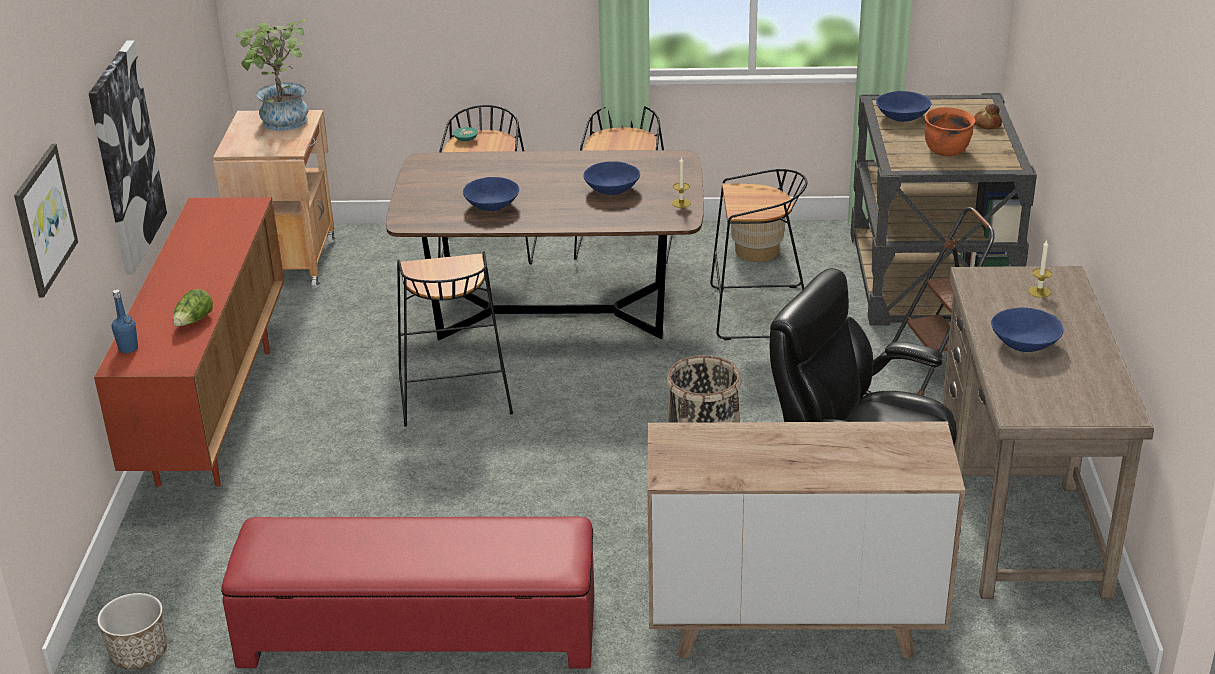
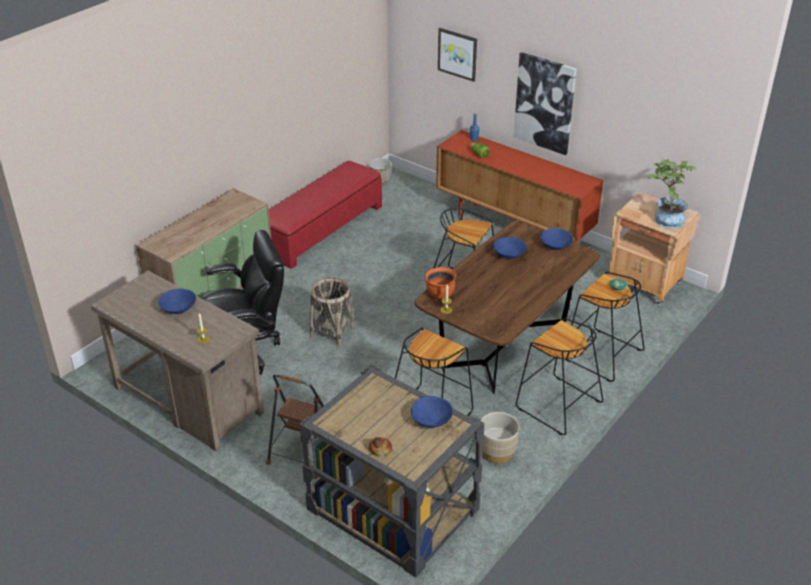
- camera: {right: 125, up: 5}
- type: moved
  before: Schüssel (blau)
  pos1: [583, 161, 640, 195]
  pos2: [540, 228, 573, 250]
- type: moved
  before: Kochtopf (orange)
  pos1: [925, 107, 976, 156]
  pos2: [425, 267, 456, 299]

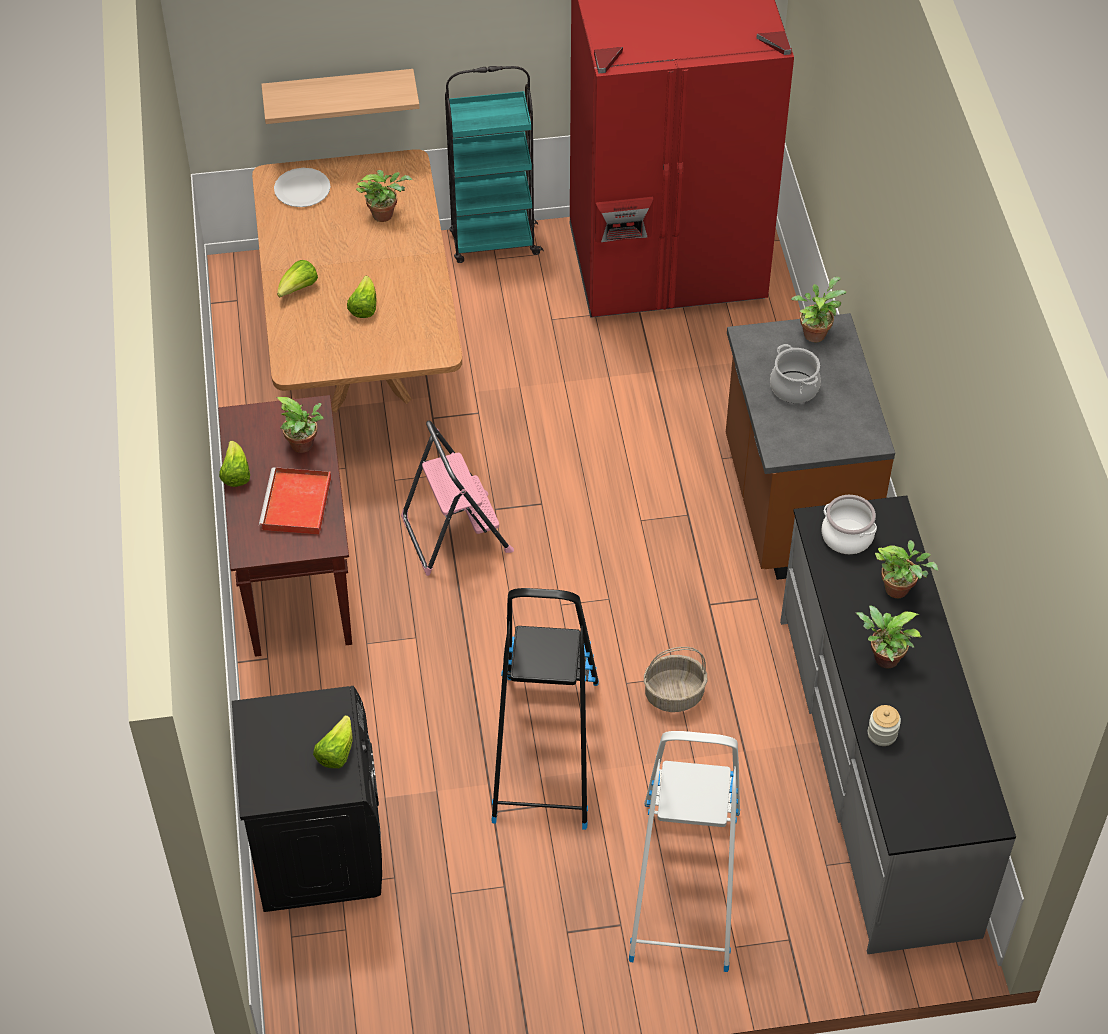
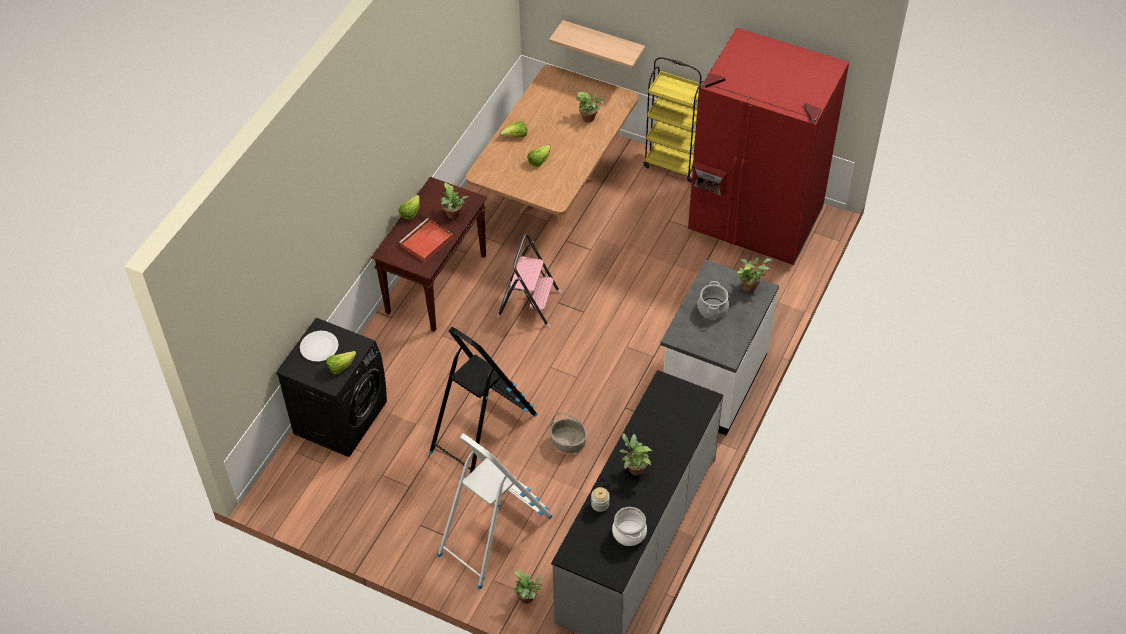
- camera: {right: 35, up: 0}
- type: moved
  before: Teller (weiß)
  pos1: [274, 168, 330, 207]
  pos2: [300, 331, 339, 362]
- type: moved
  before: Kochtopf
  pos1: [822, 495, 877, 554]
  pos2: [612, 507, 647, 546]
- type: moved
  before: Topfpflanze
  pos1: [875, 540, 938, 598]
  pos2: [514, 570, 542, 603]
- type: recoloured
  before: Rollwagen (türkis)
  after: Rollwagen (gelb)
  pos1: [445, 66, 544, 263]
  pos2: [644, 57, 703, 183]
- type: recoloured
  before: Küchenzeile (braun)
  after: Küchenzeile (weiß)
  pos1: [726, 313, 895, 580]
  pos2: [660, 260, 779, 436]

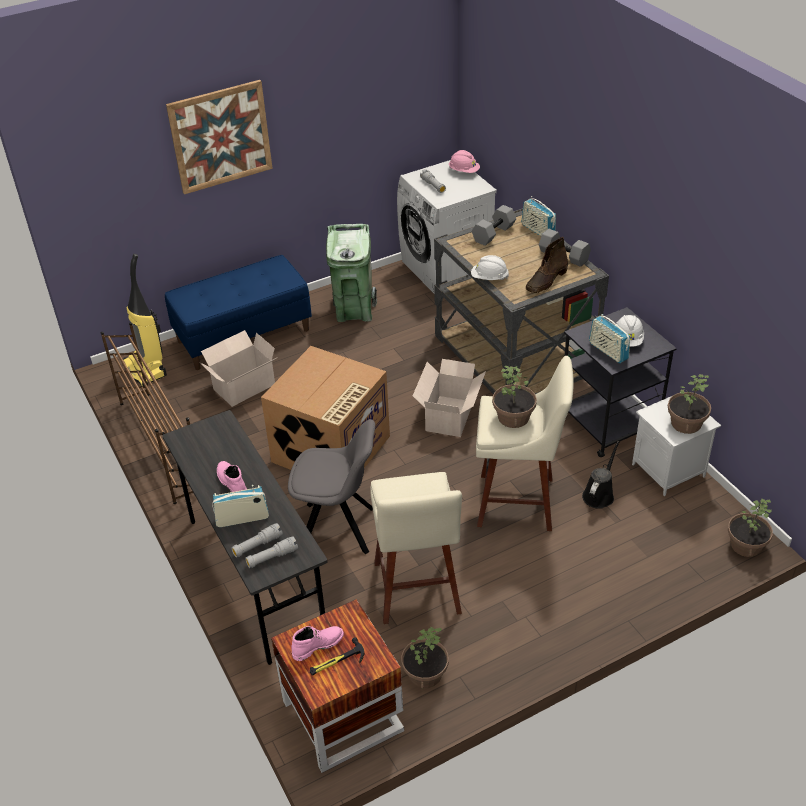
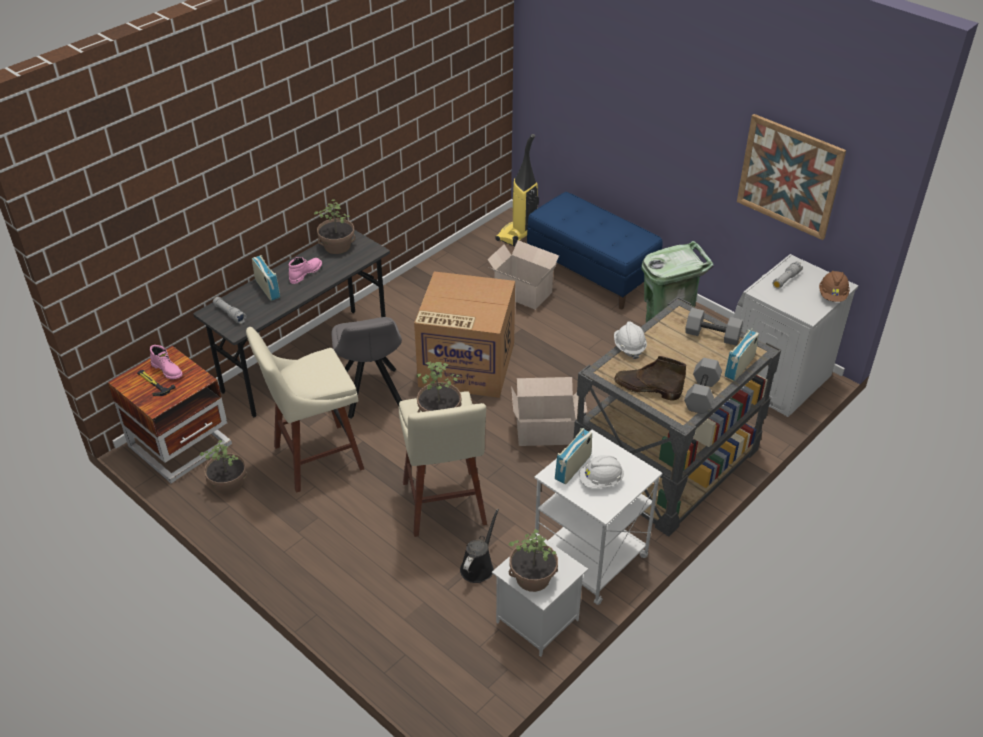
- camera: {right: 70, up: 0}
- type: removed
  before: Schuhregal (braun)
  pos1: [101, 322, 193, 504]
- type: removed
  before: Taschenlampe (grau)
  pos1: [231, 523, 283, 558]
- type: moved
  before: Bild
  pos1: [166, 80, 273, 194]
  pos2: [737, 114, 846, 240]
- type: moved
  before: Topfpflanze
  pos1: [728, 498, 773, 557]
  pos2: [314, 199, 356, 254]
- type: recoloured
  before: Schutzhelm (rosa)
  after: Schutzhelm (braun)
  pos1: [449, 150, 480, 173]
  pos2: [819, 271, 850, 302]
- type: recoloured
  before: Rollwagen (schwarz)
  after: Rollwagen (weiß)
  pos1: [564, 307, 677, 457]
  pos2: [534, 430, 662, 605]
- type: turned
  before: Gießkanne (schwarz)
  pos1: [582, 441, 619, 509]
  pos2: [460, 509, 499, 583]
  turn: -75

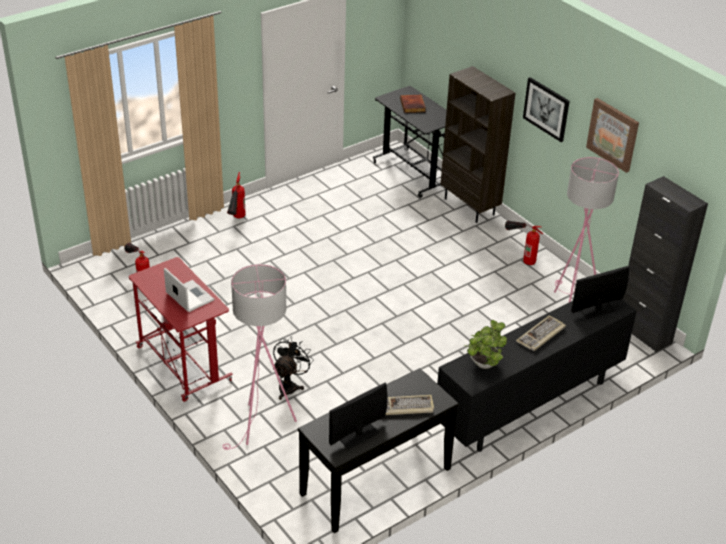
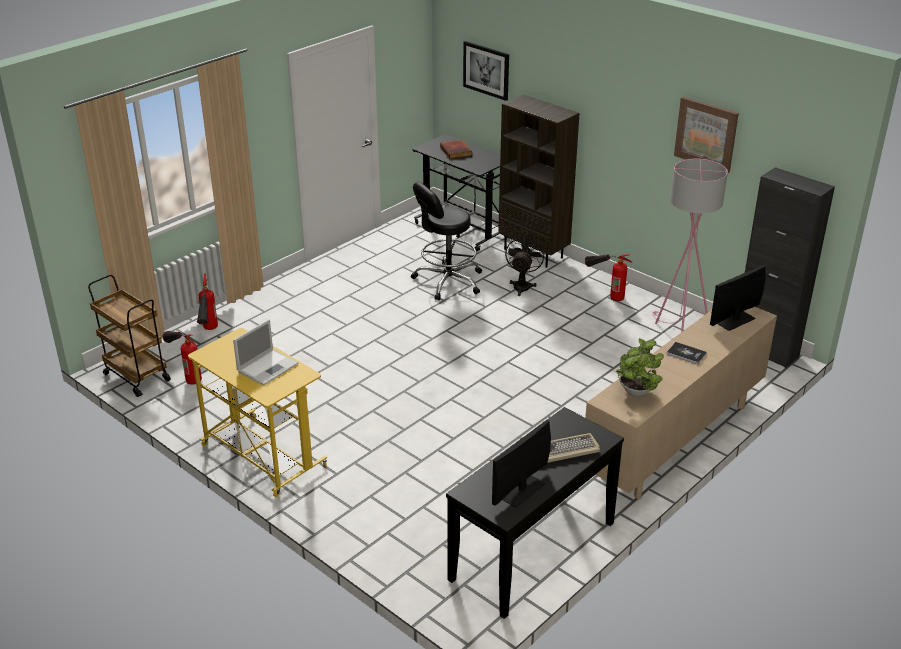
- camera: {right: -10, up: -5}
- type: removed
  before: Stehlampe (rosa)
  pos1: [223, 264, 297, 450]
- type: added
  after: Rollwagen (braun)
  pos2: [88, 275, 171, 397]
- type: added
  after: Hocker (schwarz)
  pos2: [411, 182, 482, 300]
- type: moved
  before: Feuerlöscher
  pos1: [227, 172, 246, 219]
  pos2: [197, 273, 218, 330]
- type: moved
  before: Ventilator (schwarz)
  pos1: [273, 337, 314, 400]
  pos2: [505, 235, 545, 296]
- type: moved
  before: Bild
  pos1: [523, 77, 569, 142]
  pos2: [463, 41, 509, 101]
- type: replaced
  before: Tastatur
  after: Buch
  pos1: [516, 315, 566, 351]
  pos2: [667, 342, 707, 364]
- type: recoloured
  before: Schreibtisch (rot)
  after: Schreibtisch (gelb)
  pos1: [129, 257, 233, 402]
  pos2: [188, 328, 327, 497]
- type: recoloured
  before: Schrank (schwarz)
  after: Schrank (beige)
  pos1: [437, 299, 637, 452]
  pos2: [585, 307, 777, 499]
- type: turned
  before: Laptop
  pos1: [164, 268, 214, 312]
  pos2: [233, 319, 298, 386]
  turn: 90

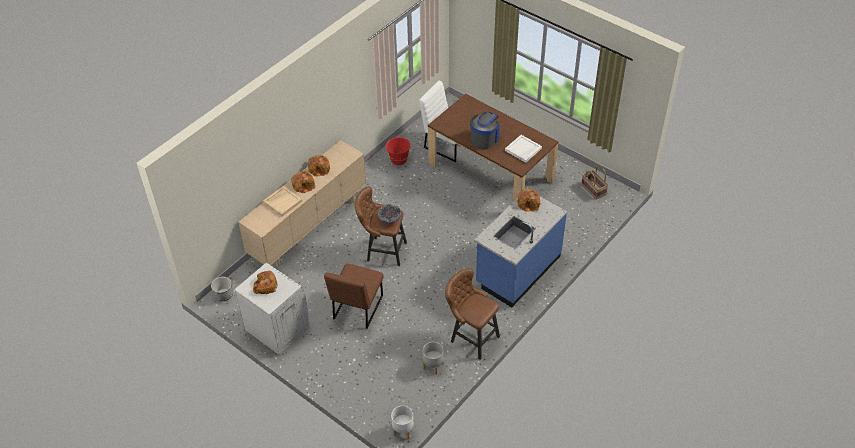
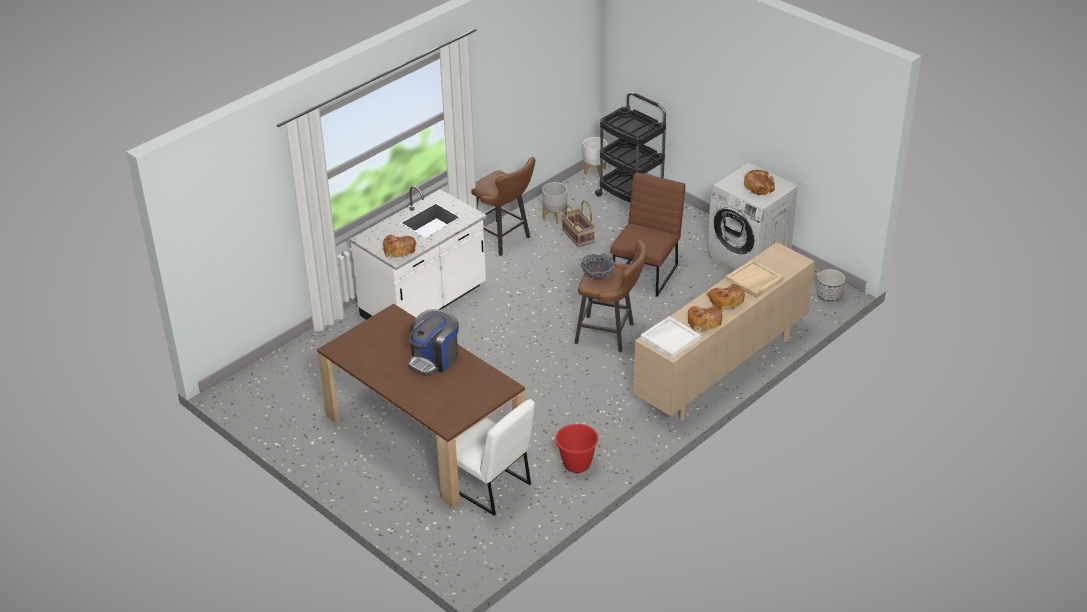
- camera: {right: -175, up: -10}
- type: added
  after: Rollwagen (schwarz)
  pos2: [595, 92, 666, 202]
- type: moved
  before: Tablett (weiß)
  pos1: [505, 135, 542, 163]
  pos2: [640, 316, 701, 359]
- type: moved
  before: Korb
  pos1: [581, 166, 609, 200]
  pos2: [562, 200, 595, 248]
- type: recoloured
  before: Küchenzeile (blau)
  after: Küchenzeile (weiß)
  pos1: [474, 189, 567, 307]
  pos2: [350, 186, 487, 320]

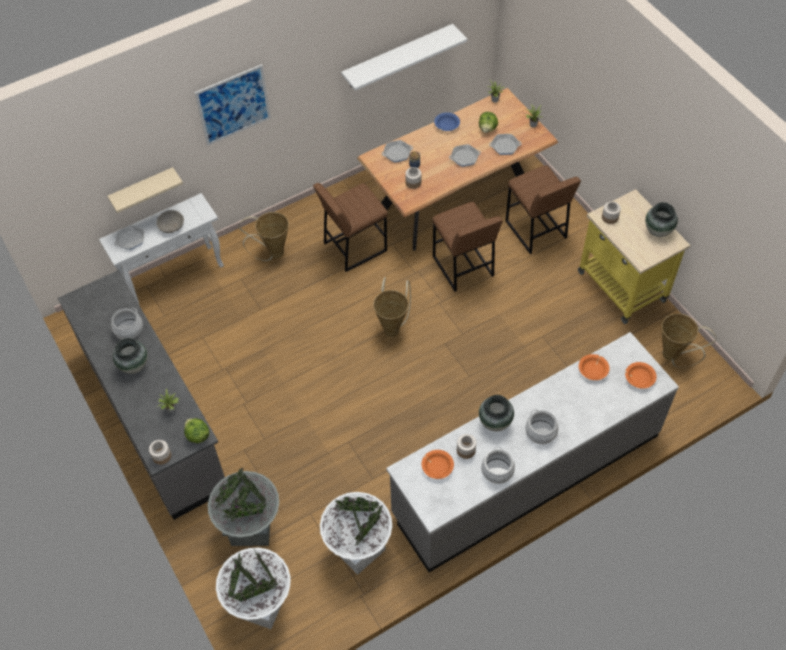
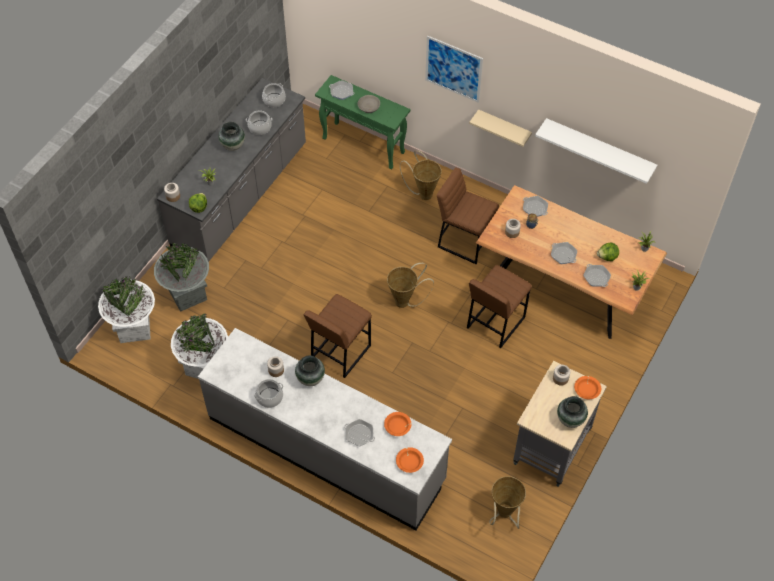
- camera: {right: 60, up: 0}
- type: removed
  before: Schüssel (blau)
  pos1: [434, 112, 460, 131]
- type: added
  after: Pfanne
  pos2: [344, 419, 375, 447]
- type: moved
  before: Wandregal (beige)
  pos1: [108, 167, 183, 213]
  pos2: [469, 109, 532, 147]
- type: moved
  before: Schüssel (orange)
  pos1: [421, 450, 454, 479]
  pos2: [574, 376, 601, 399]
- type: moved
  before: Stuhl (braun)
  pos1: [506, 165, 581, 254]
  pos2: [303, 294, 372, 378]
- type: moved
  before: Kochtopf
  pos1: [525, 409, 558, 444]
  pos2: [262, 83, 286, 107]
- type: recoloured
  before: Konsolentisch (weiß)
  after: Konsolentisch (grün)
  pos1: [99, 193, 224, 306]
  pos2: [315, 75, 411, 170]
- type: recoloured
  before: Rollwagen (gelb)
  after: Rollwagen (grau)
  pos1: [578, 189, 690, 324]
  pos2: [513, 361, 607, 487]

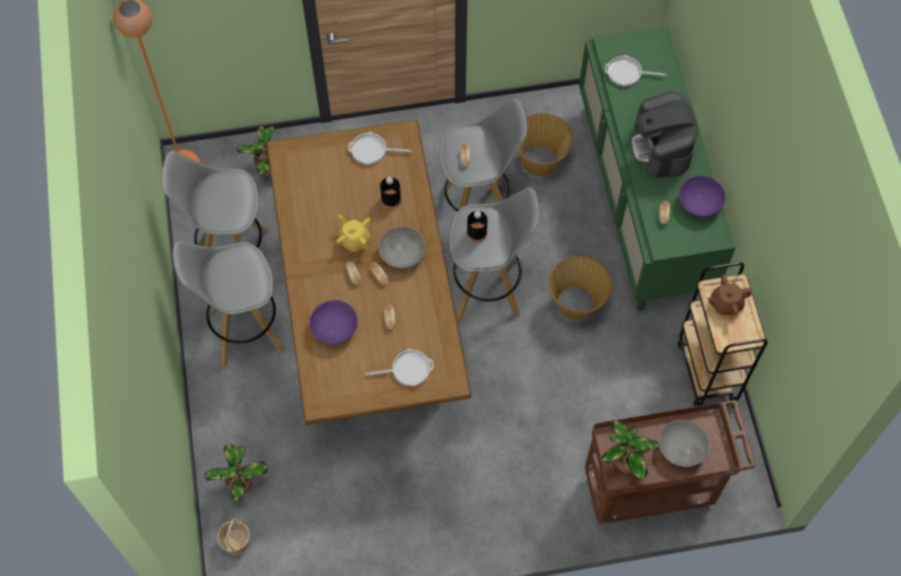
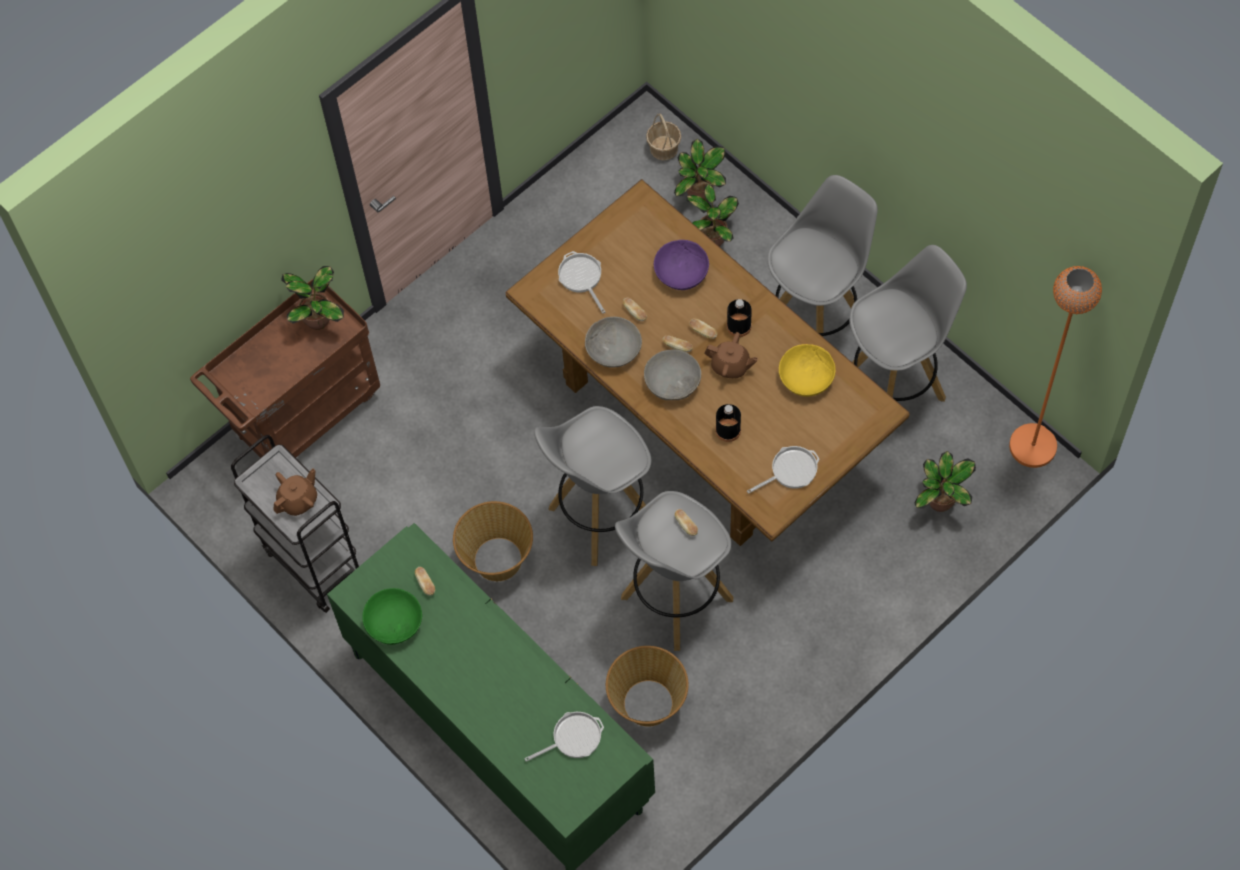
- camera: {right: 150, up: 0}
- type: removed
  before: Kaffeemaschine
  pos1: [630, 91, 698, 179]
- type: added
  after: Topfpflanze
  pos2: [686, 184, 739, 247]
- type: added
  after: Schüssel (gelb)
  pos2: [779, 344, 836, 397]
- type: moved
  before: Flasche (schwarz)
  pos1: [467, 211, 488, 242]
  pos2: [727, 299, 752, 337]
- type: moved
  before: Schüssel (grau)
  pos1: [659, 420, 710, 467]
  pos2: [585, 317, 642, 367]
- type: recoloured
  before: Teekanne (gelb)
  after: Teekanne (braun)
  pos1: [336, 215, 371, 252]
  pos2: [704, 332, 758, 378]
- type: recoloured
  before: Rollwagen (braun)
  after: Rollwagen (grau)
  pos1: [678, 262, 768, 409]
  pos2: [231, 435, 359, 613]
- type: recoloured
  before: Schüssel (lila)
  after: Schüssel (grün)
  pos1: [679, 176, 726, 218]
  pos2: [362, 588, 422, 645]
- type: turned
  before: Pfanne
  pos1: [366, 349, 434, 386]
  pos2: [558, 251, 605, 314]
  turn: 105

